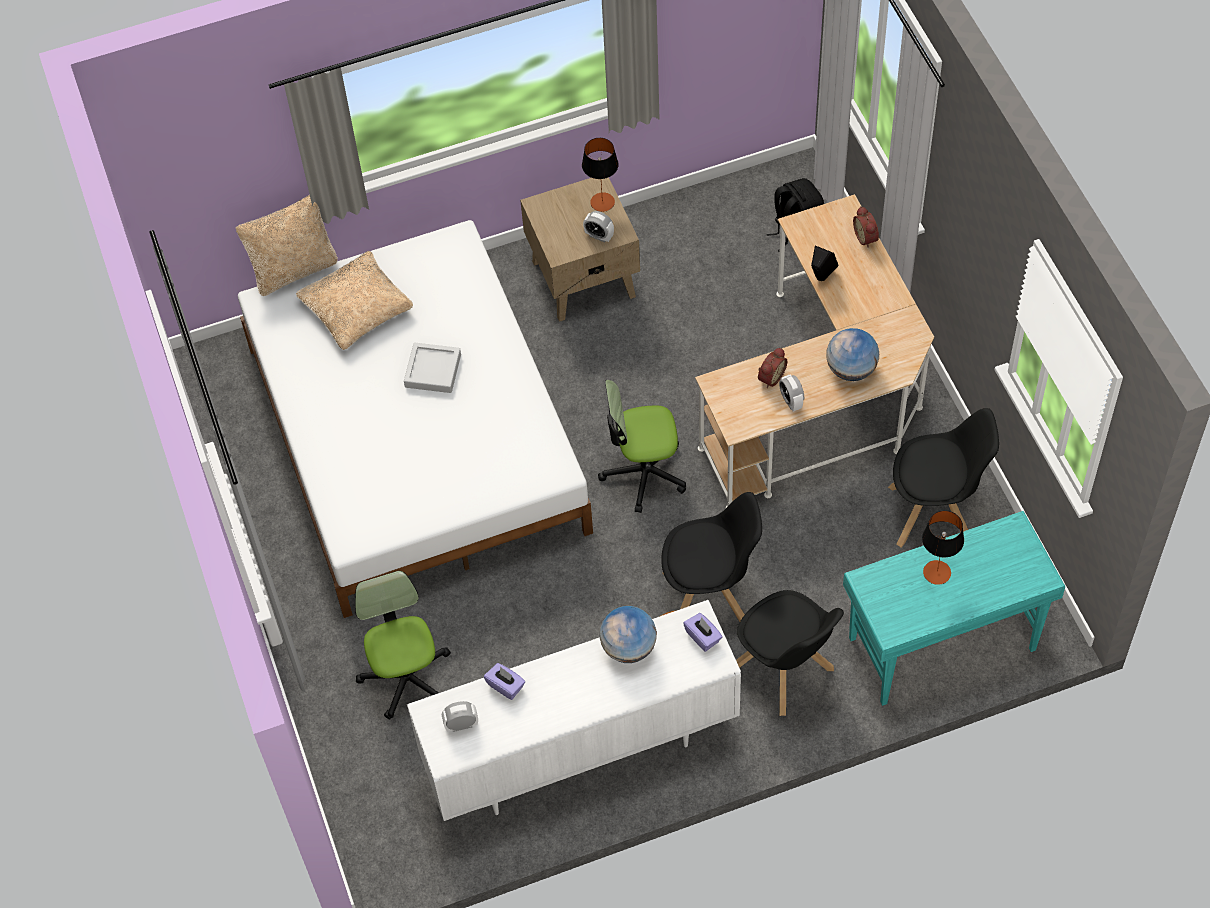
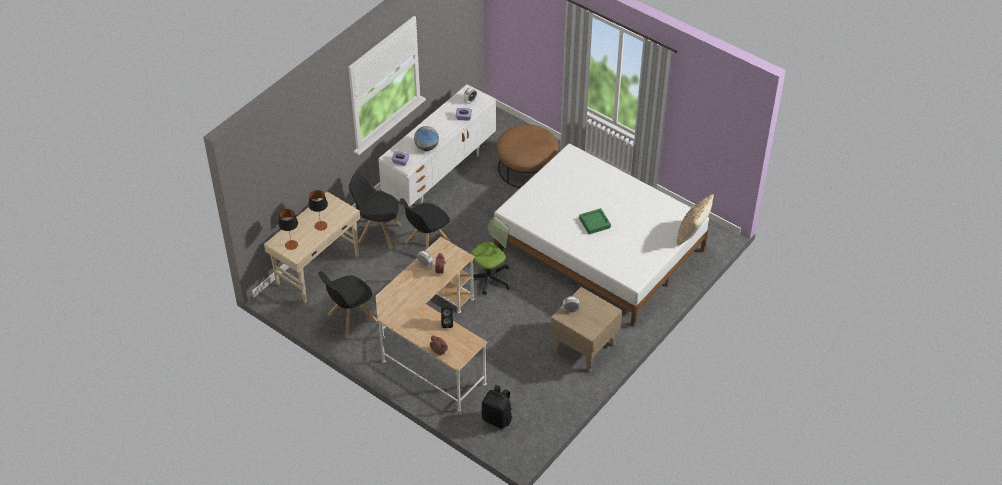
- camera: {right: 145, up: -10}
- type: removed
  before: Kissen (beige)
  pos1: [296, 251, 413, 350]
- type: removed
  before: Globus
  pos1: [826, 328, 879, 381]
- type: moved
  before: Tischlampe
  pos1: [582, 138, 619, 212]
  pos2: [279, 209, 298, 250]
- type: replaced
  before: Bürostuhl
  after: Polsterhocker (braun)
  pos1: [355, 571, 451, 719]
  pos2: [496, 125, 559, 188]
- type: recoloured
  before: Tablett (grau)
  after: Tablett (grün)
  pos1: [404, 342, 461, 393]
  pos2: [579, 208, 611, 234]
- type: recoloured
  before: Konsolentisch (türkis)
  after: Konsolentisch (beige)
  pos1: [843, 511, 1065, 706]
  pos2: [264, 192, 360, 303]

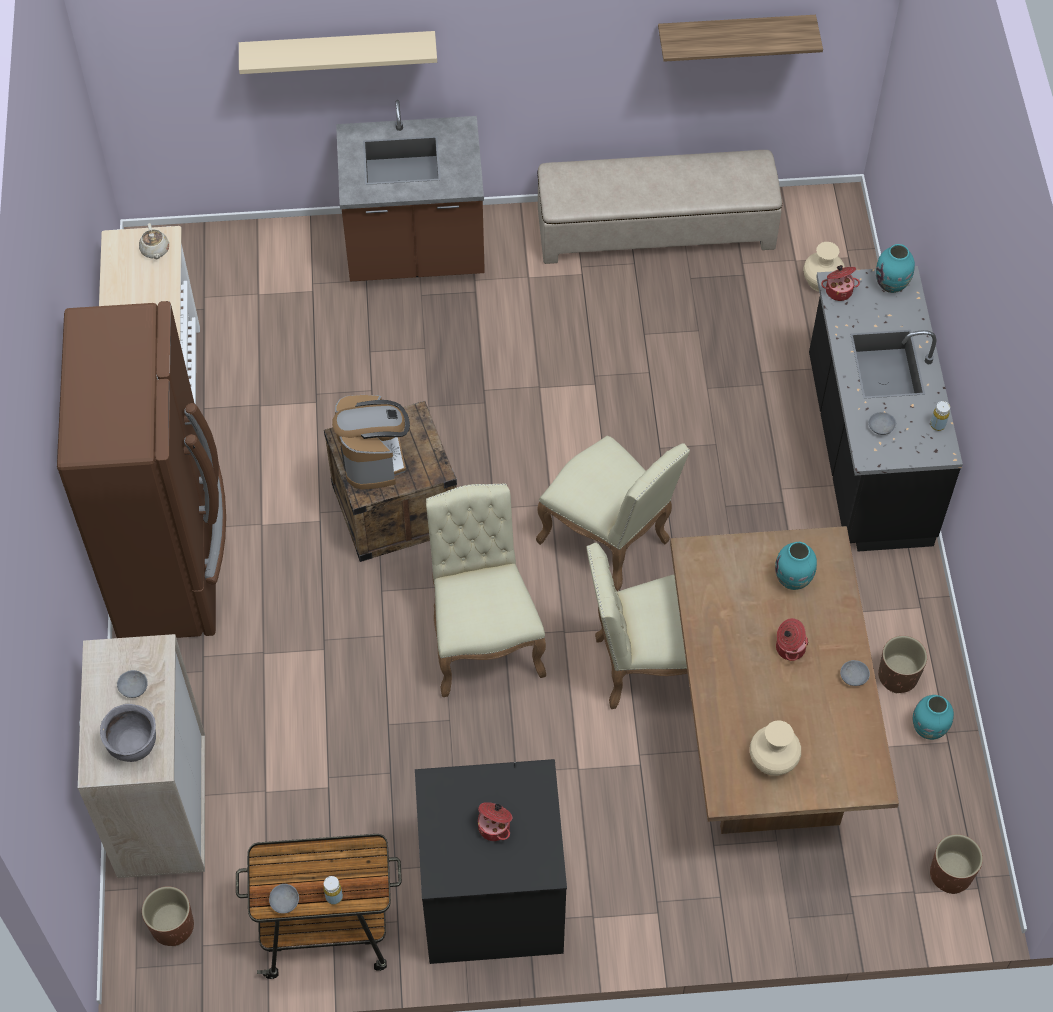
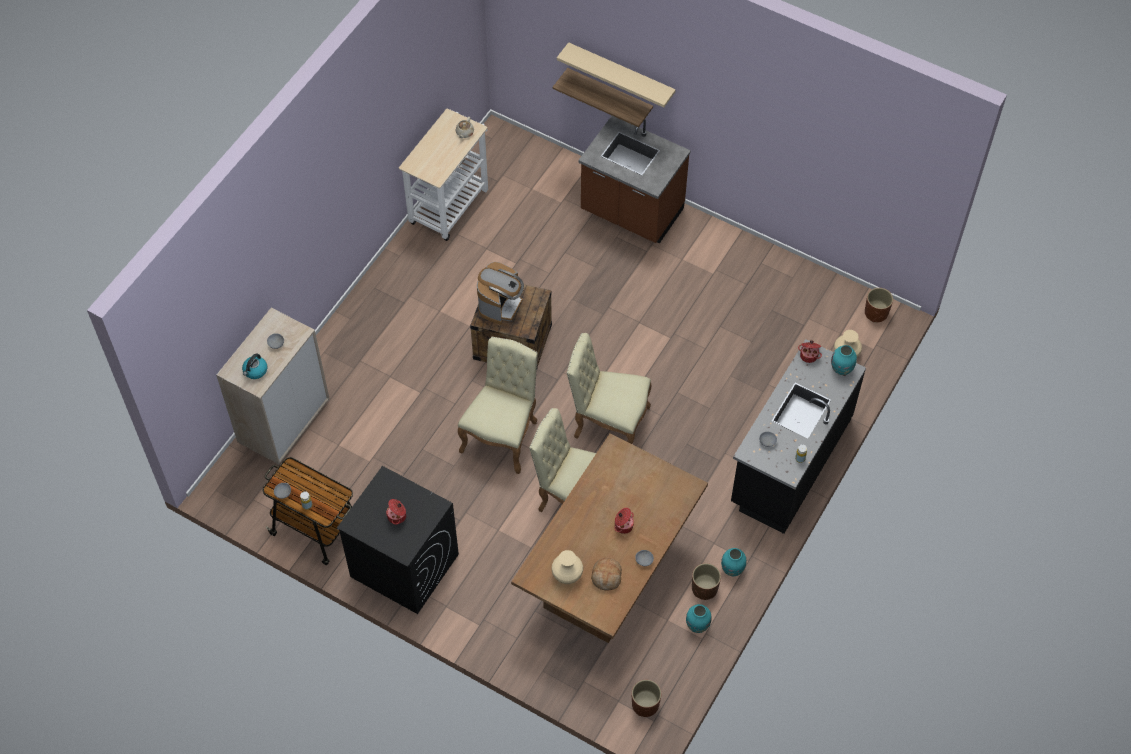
- camera: {right: 35, up: 0}
- type: removed
  before: Kühlschrank (braun)
  pos1: [57, 301, 226, 638]
- type: removed
  before: Bank (beige)
  pos1: [537, 150, 782, 264]
- type: added
  after: Brot
  pos2: [591, 558, 622, 591]
- type: moved
  before: Pflanzkübel (braun)
  pos1: [142, 886, 194, 946]
  pos2: [865, 288, 893, 323]
- type: moved
  before: Wandregal
  pos1: [658, 15, 823, 62]
  pos2: [553, 68, 653, 127]
- type: moved
  before: Vase (türkis)
  pos1: [775, 542, 817, 590]
  pos2: [721, 548, 747, 576]
- type: replaced
  before: Kochtopf (grau)
  after: Wasserkessel
  pos1: [100, 704, 156, 762]
  pos2: [242, 353, 267, 379]
- type: turned
  before: Stuhl (beige)
  pos1: [536, 436, 690, 591]
  pos2: [567, 333, 651, 444]
  turn: 120

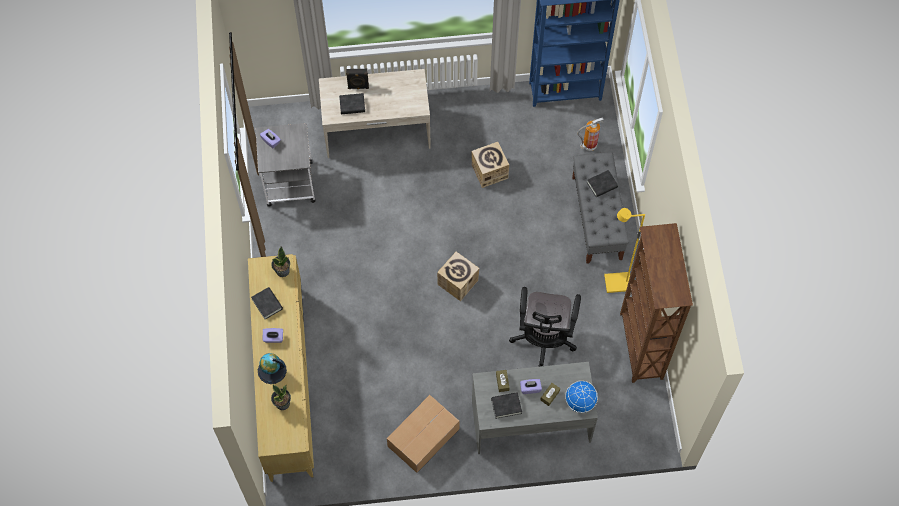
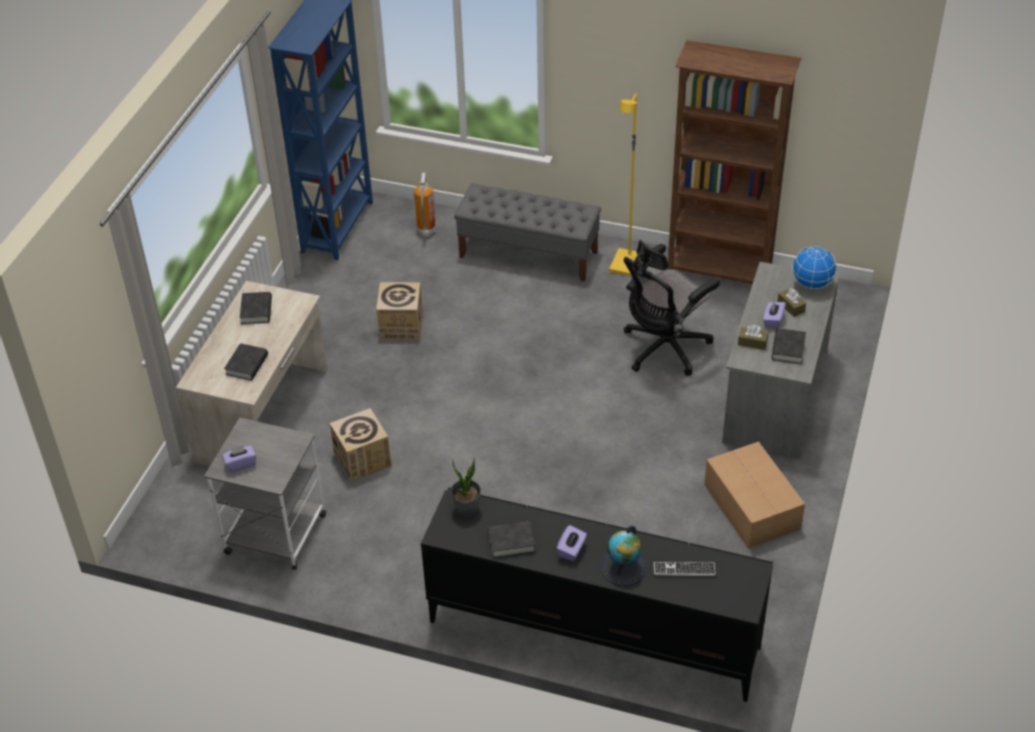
- camera: {right: -65, up: -20}
- type: removed
  before: Lautsprecher (schwarz)
  pos1: [346, 69, 369, 89]
- type: moved
  before: Karton
  pos1: [437, 252, 479, 302]
  pos2: [330, 408, 391, 482]
- type: moved
  before: Buch (schwarz)
  pos1: [587, 170, 618, 197]
  pos2: [240, 292, 272, 324]
- type: replaced
  before: Topfpflanze
  after: Tastatur
  pos1: [271, 383, 291, 410]
  pos2: [654, 562, 716, 576]
- type: recoloured
  before: Schrank (beige)
  after: Schrank (schwarz)
  pos1: [248, 254, 314, 482]
  pos2: [421, 487, 773, 702]
- type: turned
  before: Bürostuhl
  pos1: [509, 287, 581, 367]
  pos2: [624, 240, 720, 376]
  turn: 105

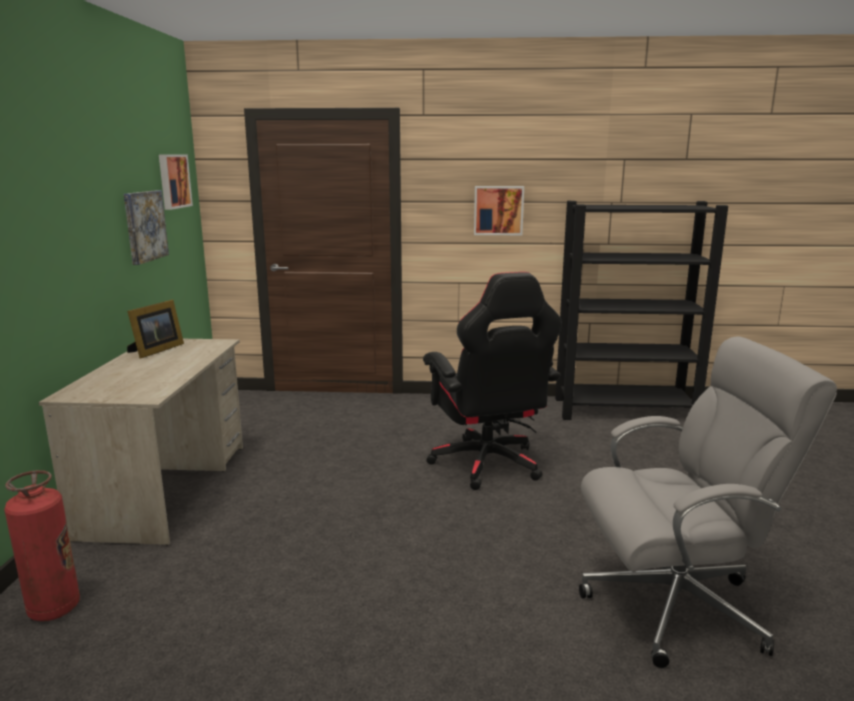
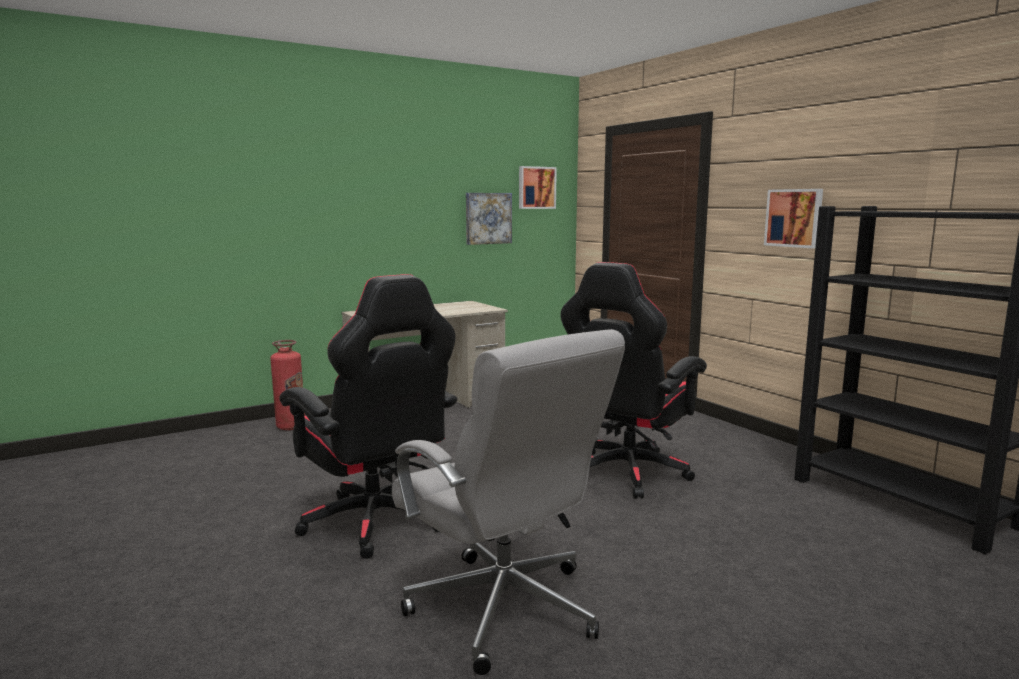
- camera: {right: 55, up: -5}
- type: removed
  before: Bilderrahmen
  pos1: [127, 300, 184, 359]
- type: added
  after: Bürostuhl (schwarz)
  pos2: [279, 274, 457, 559]

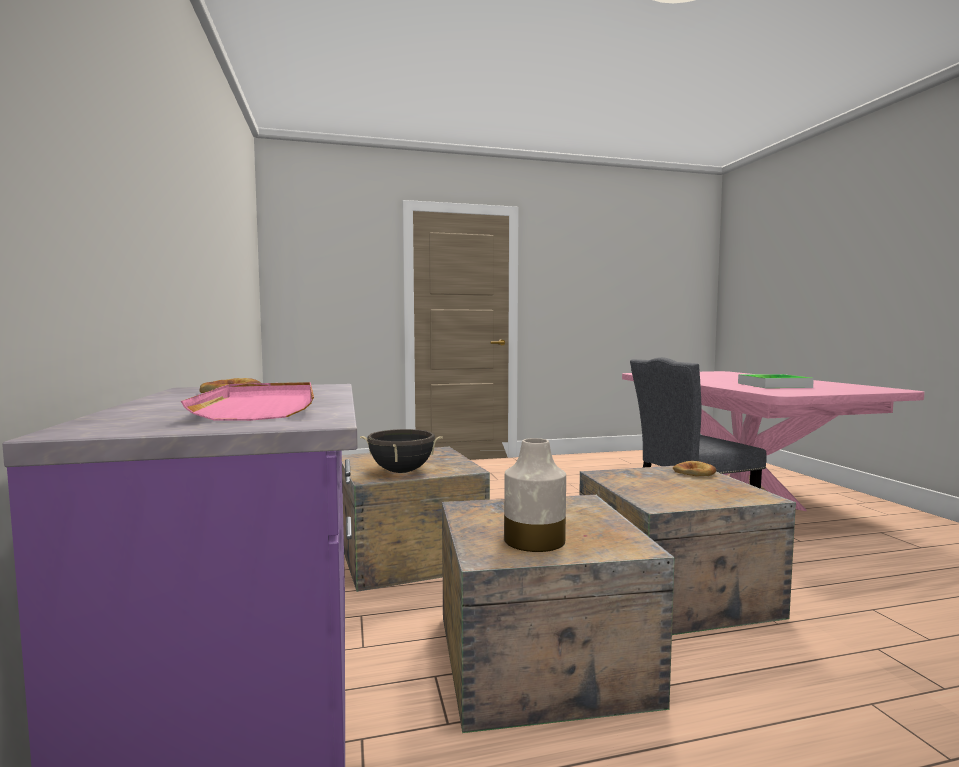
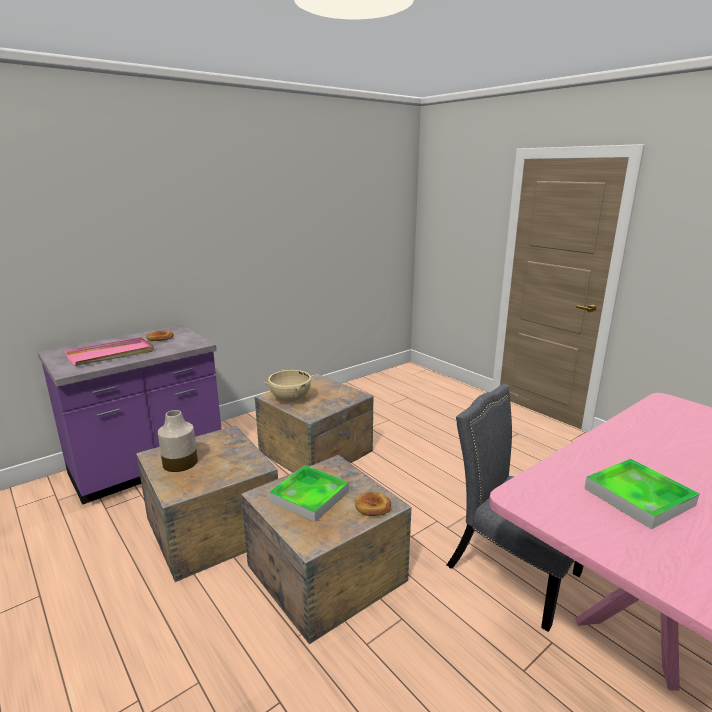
- camera: {right: 65, up: 15}
- type: added
  after: Tablett
  pos2: [269, 465, 349, 522]
- type: recoloured
  before: Kochtopf (schwarz)
  after: Kochtopf (beige)
  pos1: [360, 429, 443, 473]
  pos2: [263, 370, 315, 402]

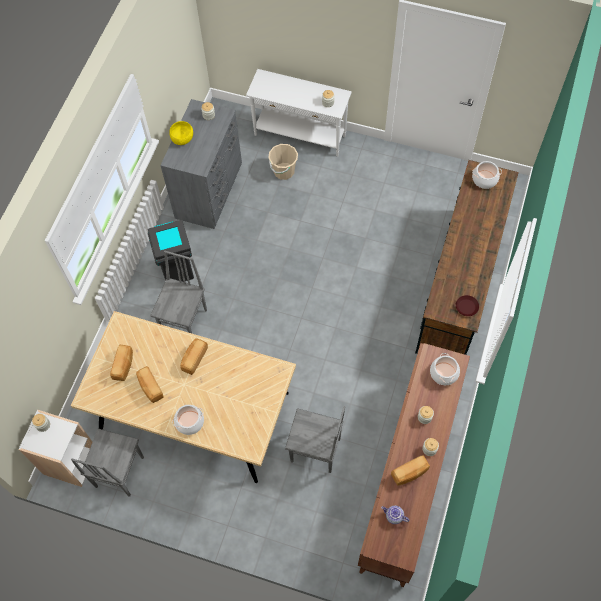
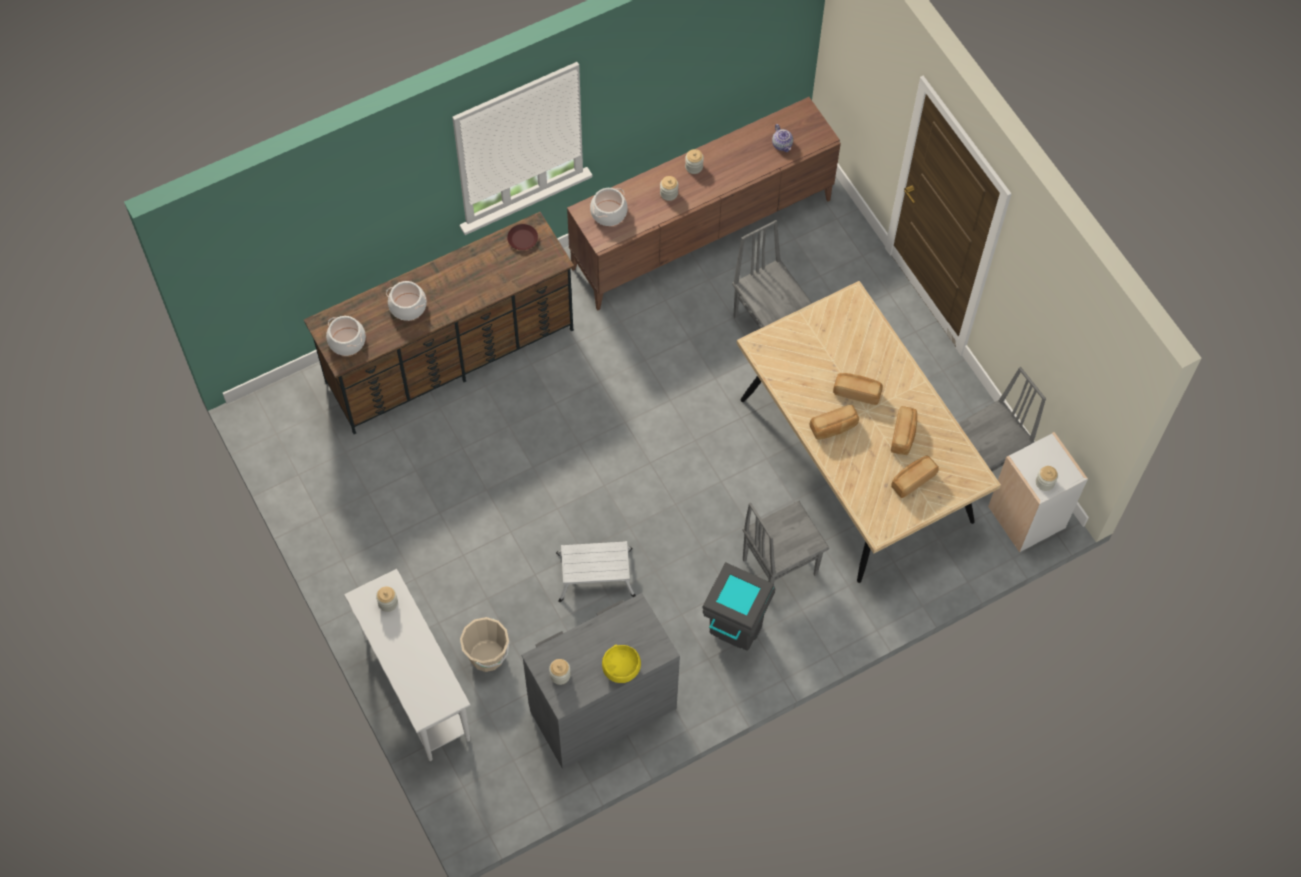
- camera: {right: -140, up: 0}
- type: added
  after: Trittleiter (weiß)
  pos2: [556, 541, 636, 603]
- type: moved
  before: Kochtopf
  pos1: [172, 405, 204, 435]
  pos2: [386, 281, 427, 321]
- type: moved
  before: Brot
  pos1: [391, 455, 430, 485]
  pos2: [833, 373, 883, 405]

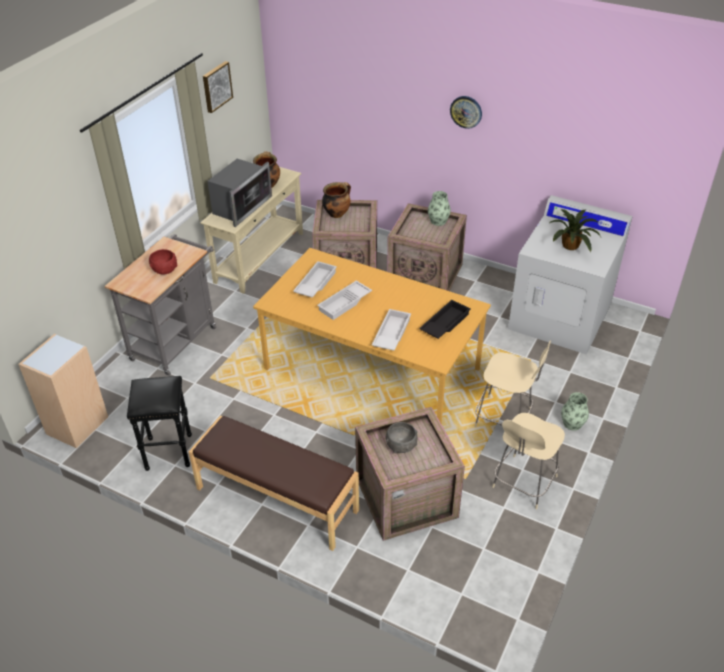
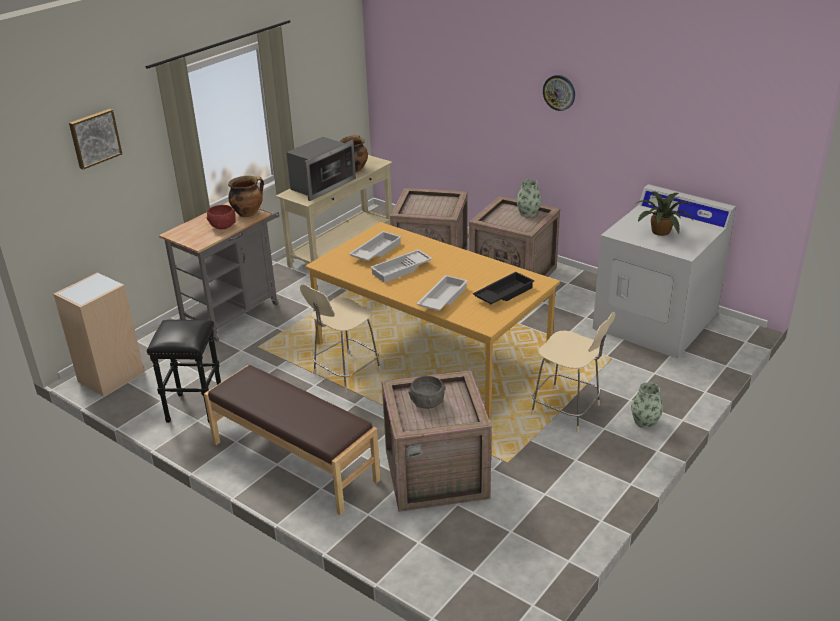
- camera: {right: 10, up: -10}
- type: moved
  before: Bild
  pos1: [203, 61, 233, 113]
  pos2: [69, 109, 122, 170]
- type: moved
  before: Kochtopf
  pos1: [322, 182, 351, 218]
  pos2: [228, 176, 264, 217]
- type: moved
  before: Stuhl (beige)
  pos1: [492, 413, 565, 509]
  pos2: [300, 284, 381, 393]

